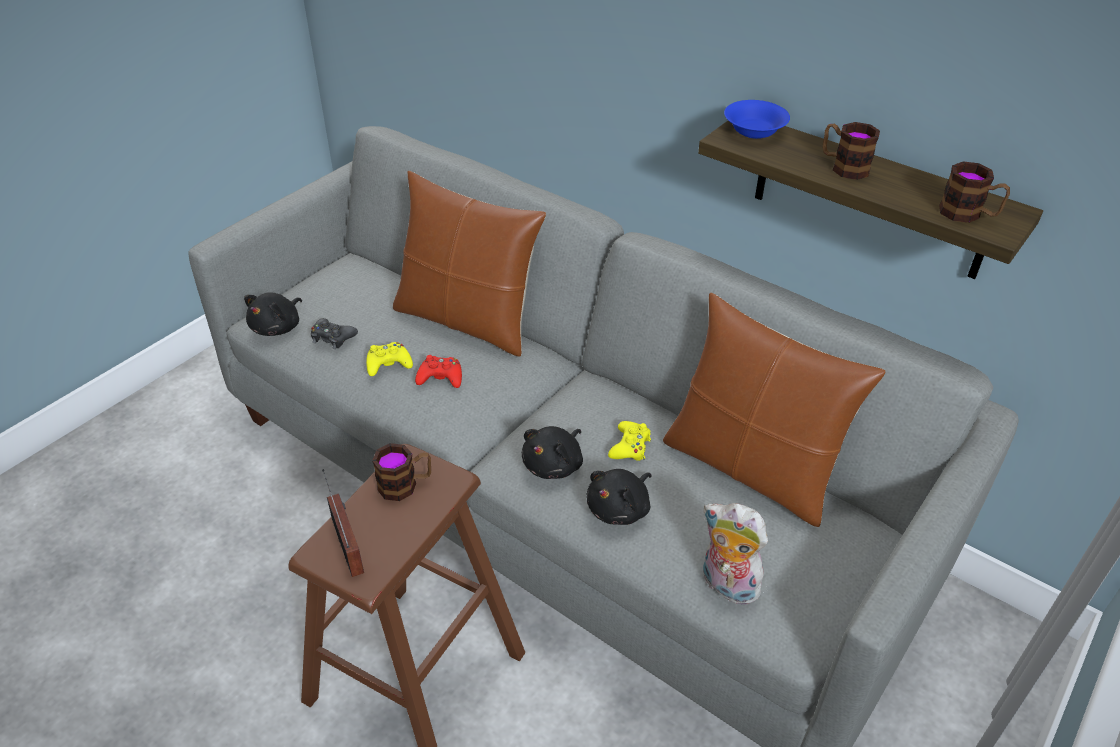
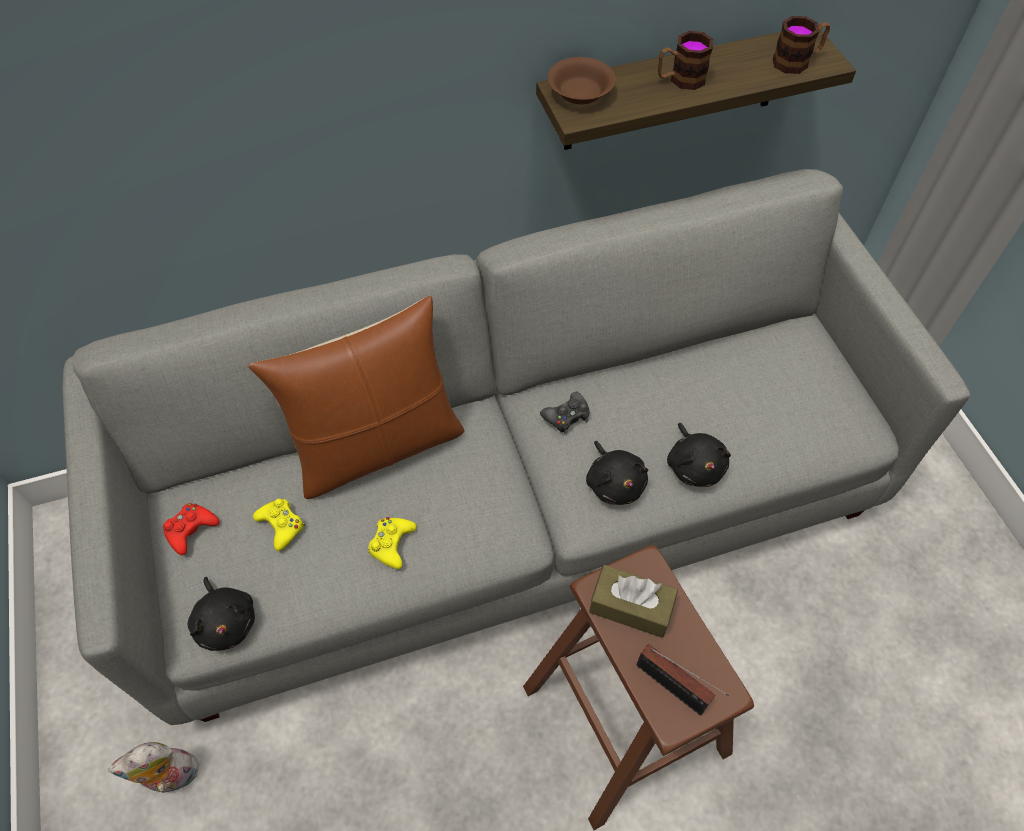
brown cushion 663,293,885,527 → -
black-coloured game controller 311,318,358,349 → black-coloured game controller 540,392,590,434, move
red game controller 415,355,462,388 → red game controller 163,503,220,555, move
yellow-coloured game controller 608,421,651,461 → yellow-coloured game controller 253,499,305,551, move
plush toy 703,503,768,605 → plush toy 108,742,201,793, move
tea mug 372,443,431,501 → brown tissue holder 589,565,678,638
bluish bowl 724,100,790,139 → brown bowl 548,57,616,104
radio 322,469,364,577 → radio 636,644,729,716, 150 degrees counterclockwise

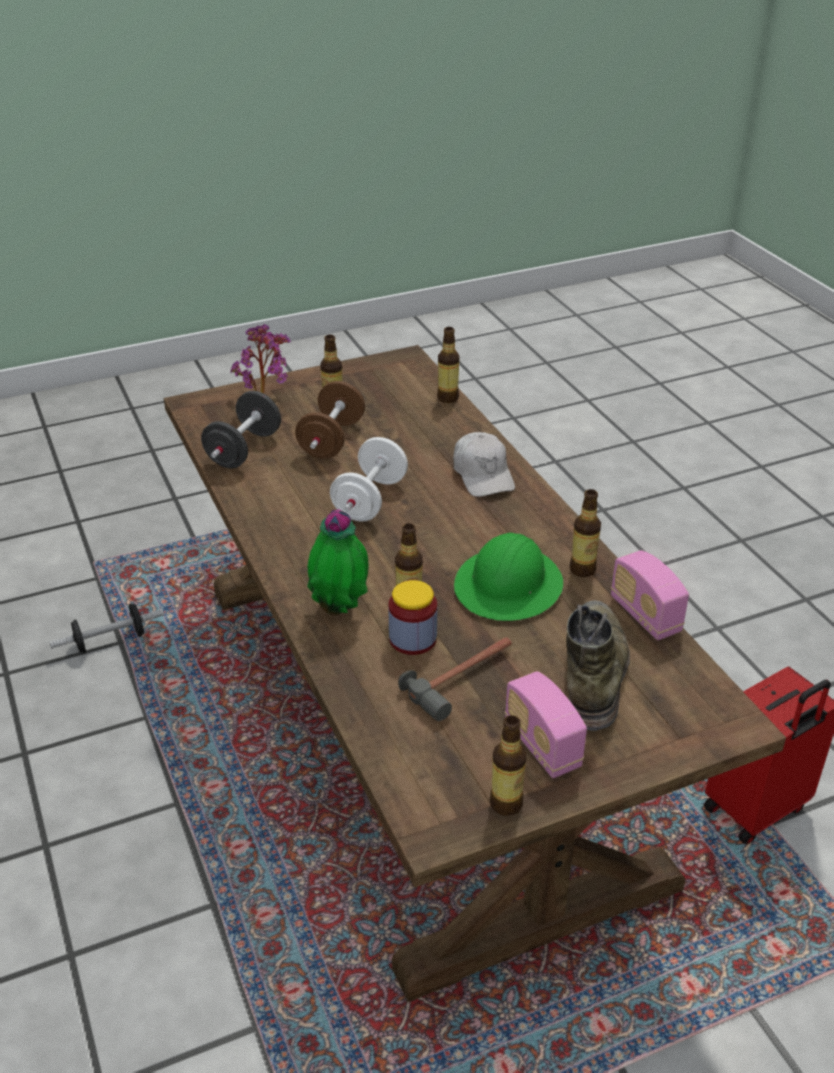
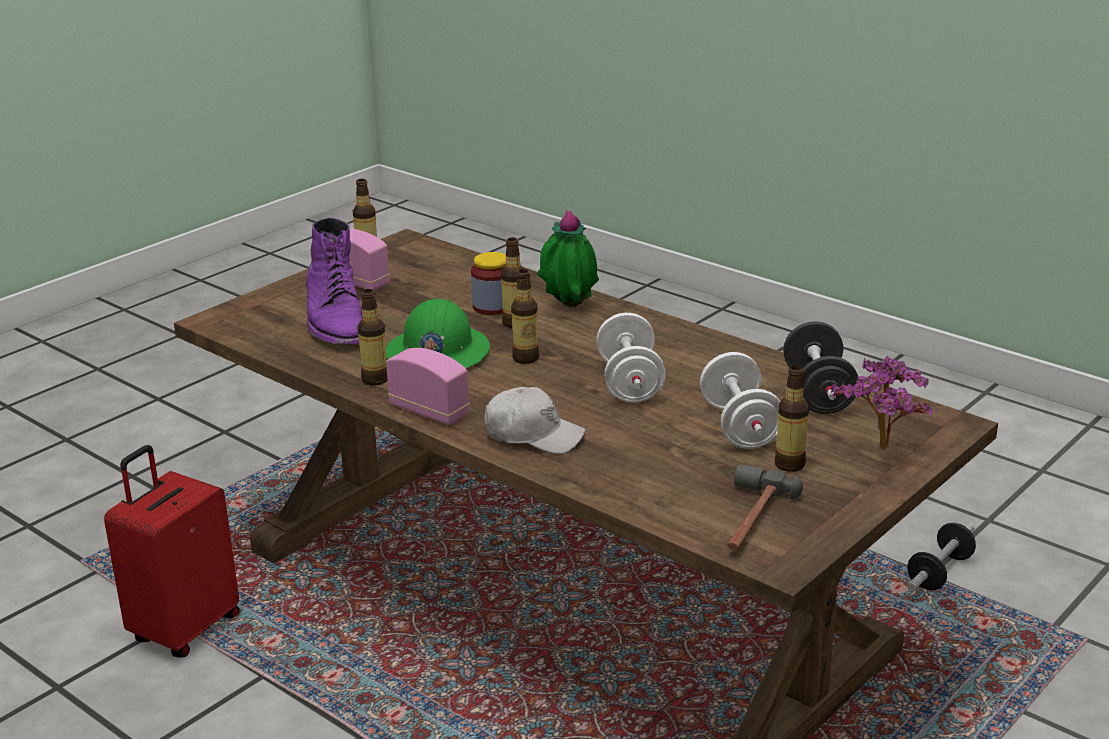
hand hammer 398,637,512,721 → hand hammer 727,464,803,550, move
drink bottle 437,327,459,403 → drink bottle 511,269,539,364, move
radio 611,550,689,640 → radio 386,348,470,425, move
brown dumbbell 295,381,365,459 → white dumbbell 700,352,780,449
green boot 566,600,630,731 → purple boot 306,217,363,344
white peaked cap 453,432,515,497 → white peaked cap 484,387,585,454, 150 degrees clockwise

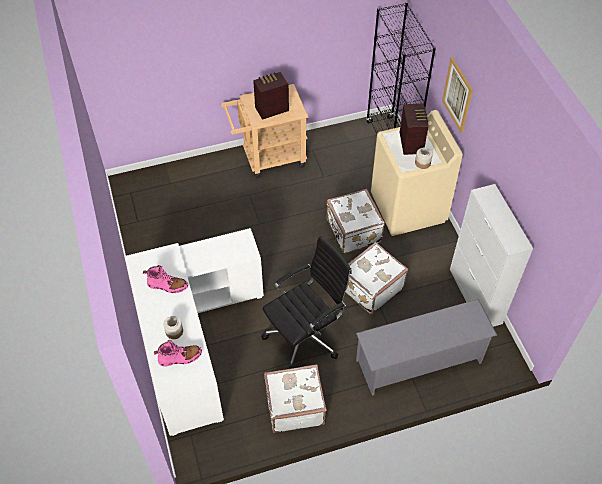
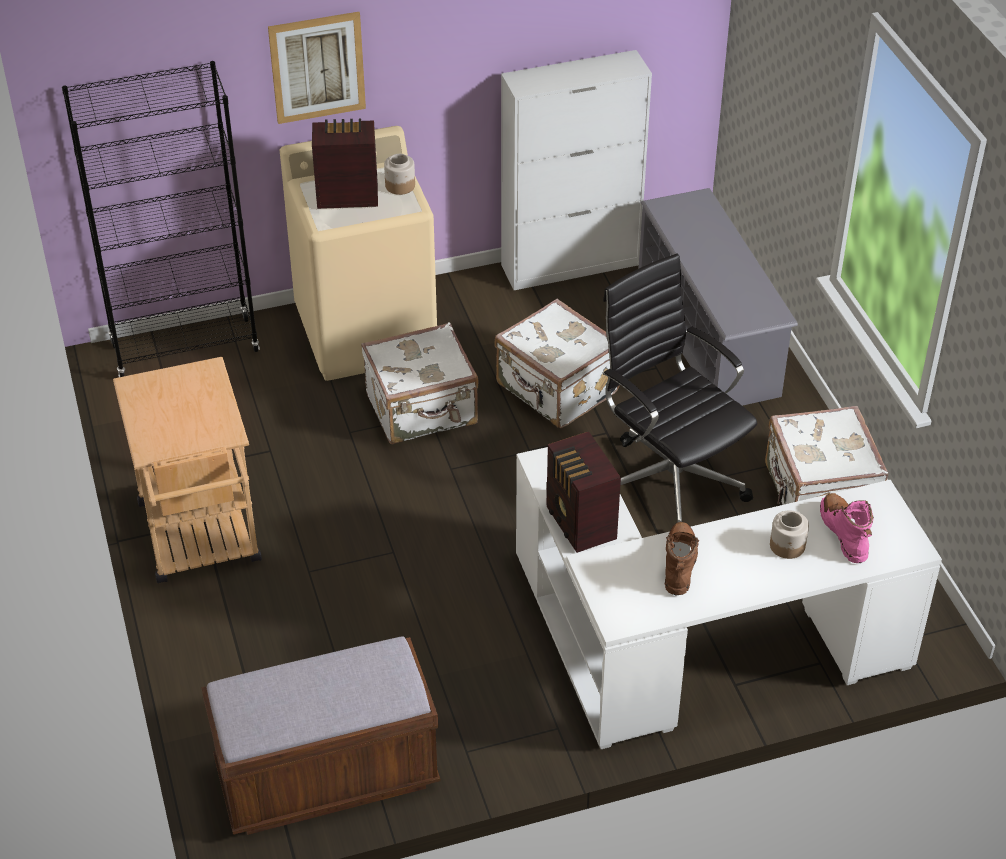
- → brown indoor bench 201,636,440,835
radio 253,72,289,120 → radio 546,431,621,553, move
pink boot 143,265,188,293 → brown boot 665,522,699,595

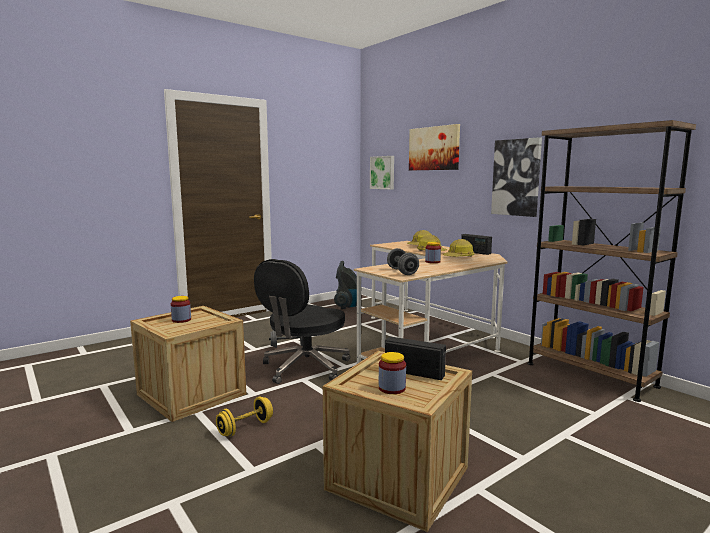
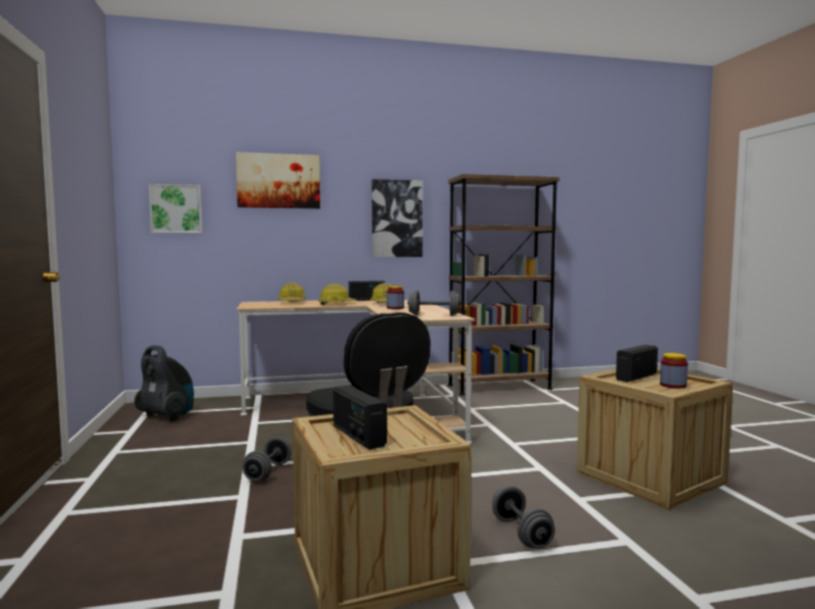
storage jar 171,296,191,323 → radio 333,385,387,450
yellow-coloured dumbbell 216,397,273,437 → grey dumbbell 492,486,555,548

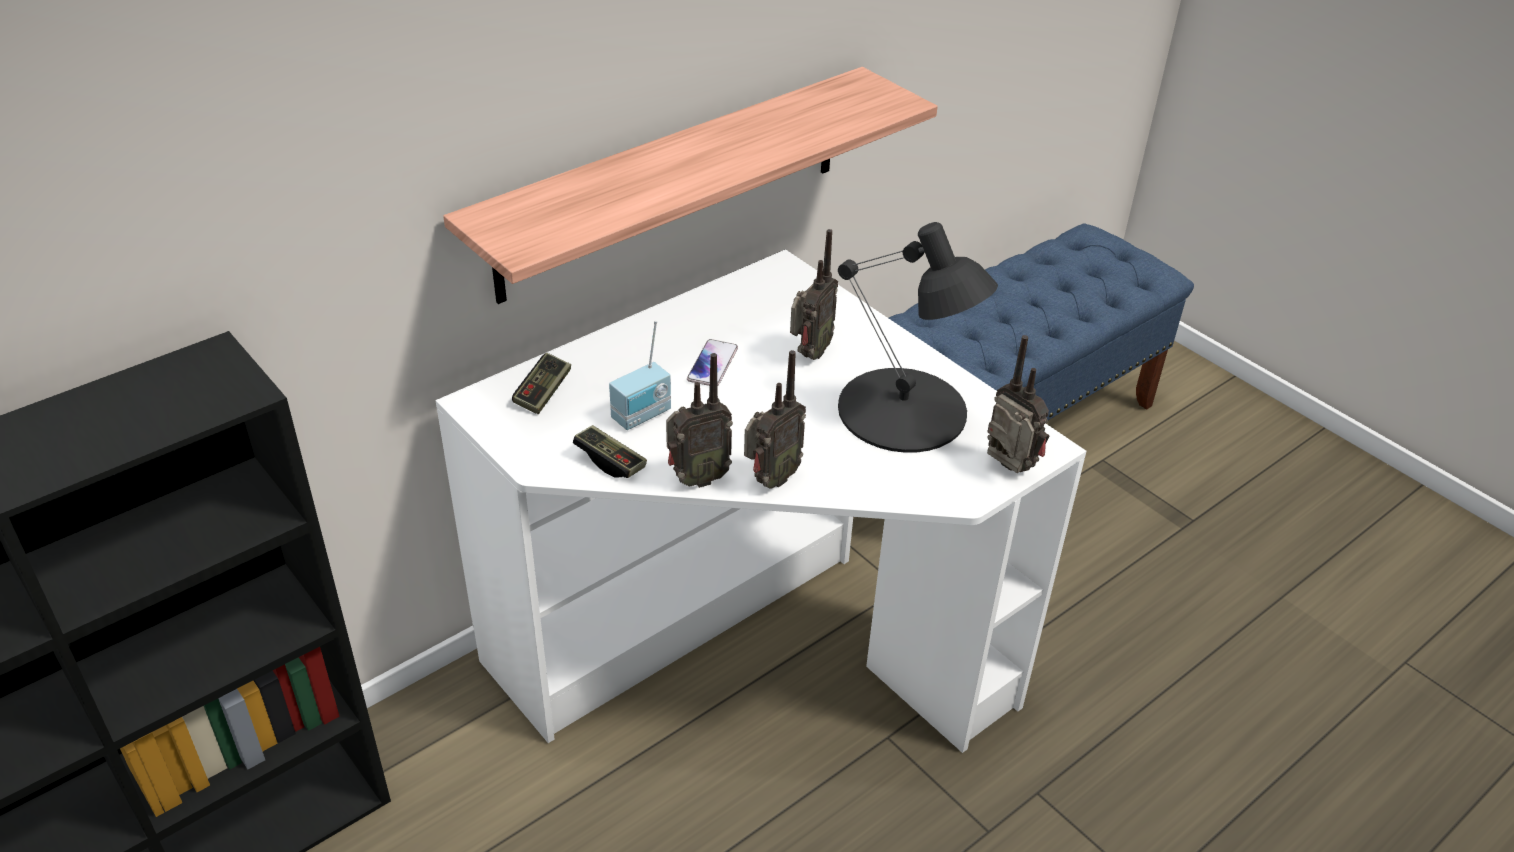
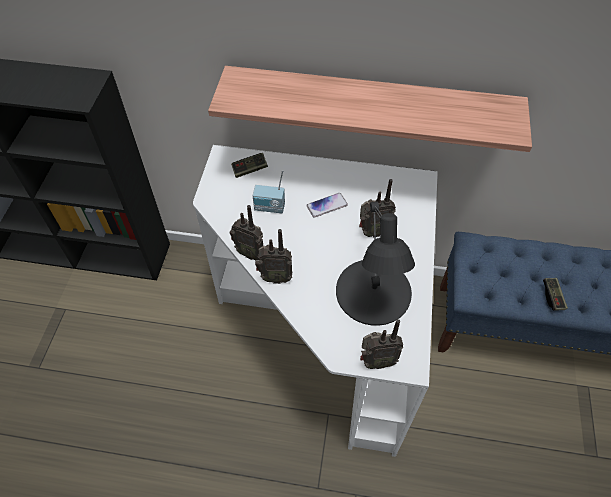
game controller 573,425,647,478 → game controller 543,278,568,311, move
radio 987,335,1050,473 → radio 360,319,403,369, 75 degrees clockwise

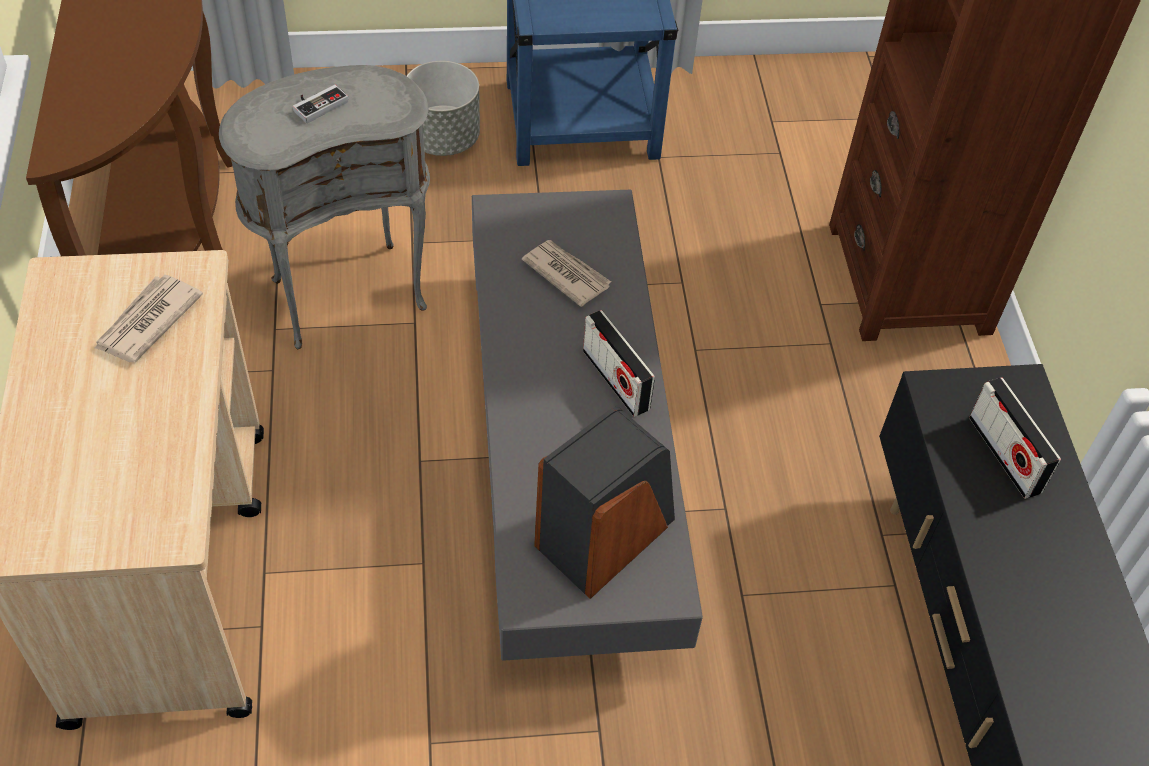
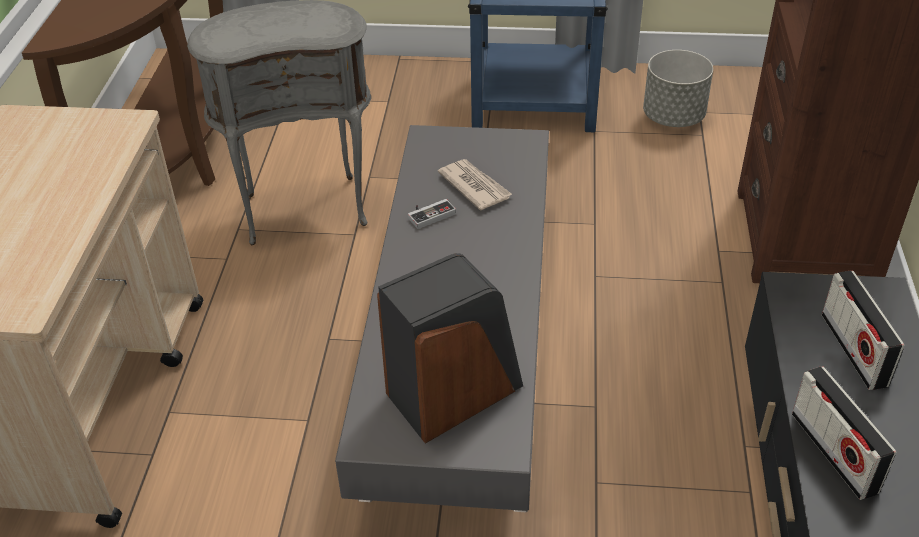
daily paper 94,275,203,362 → -
game controller 293,85,349,123 → game controller 408,199,456,229, move
grey flower pot 407,61,480,156 → grey flower pot 643,50,713,127, move
radio 583,310,655,417 → radio 792,366,896,500, move

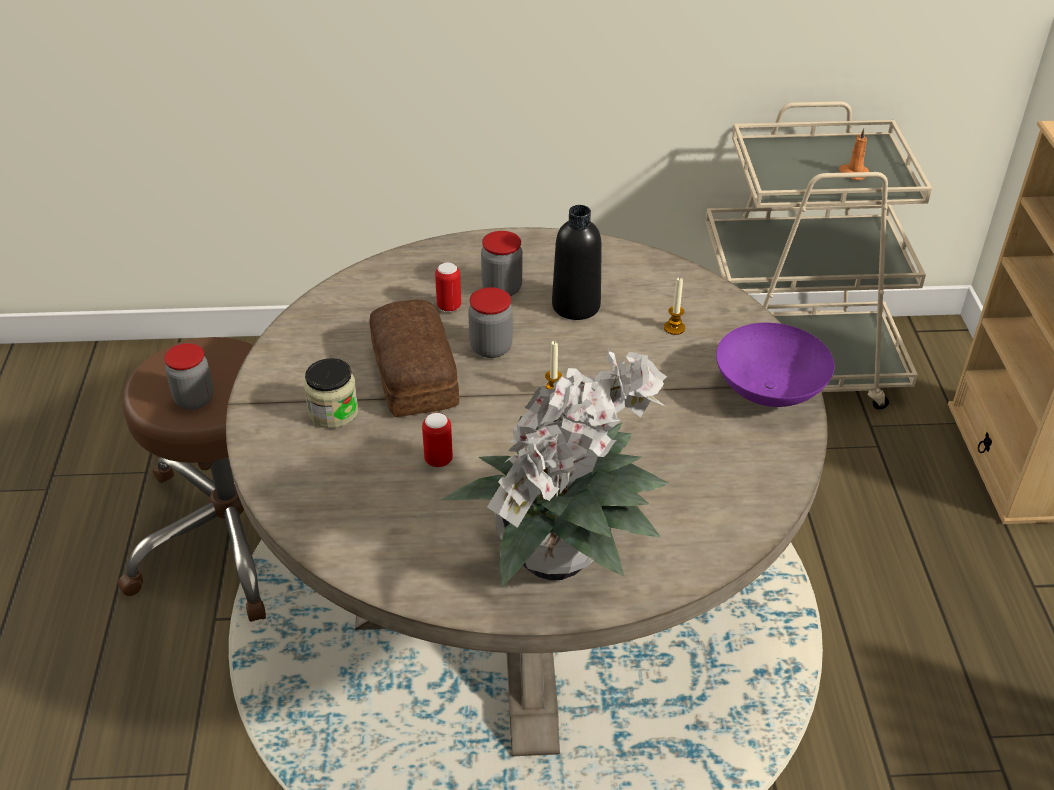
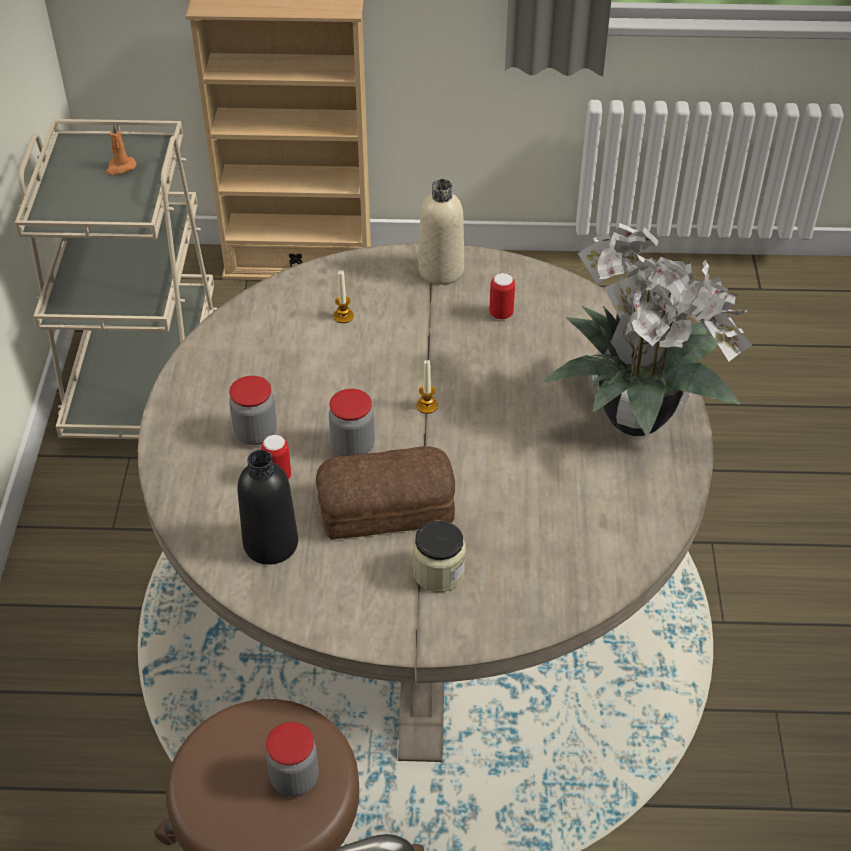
sealed can 422,413,453,467 → sealed can 489,273,515,320, move
black-coloured drink bottle 552,205,602,320 → black-coloured drink bottle 238,450,298,565, move
purple bowl 716,323,834,407 → beige-coloured drink bottle 418,179,464,285

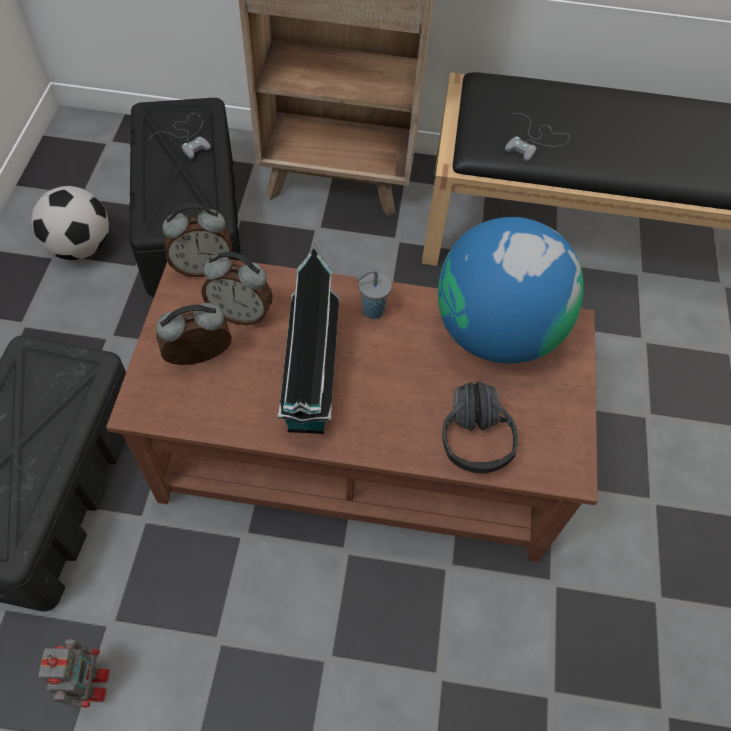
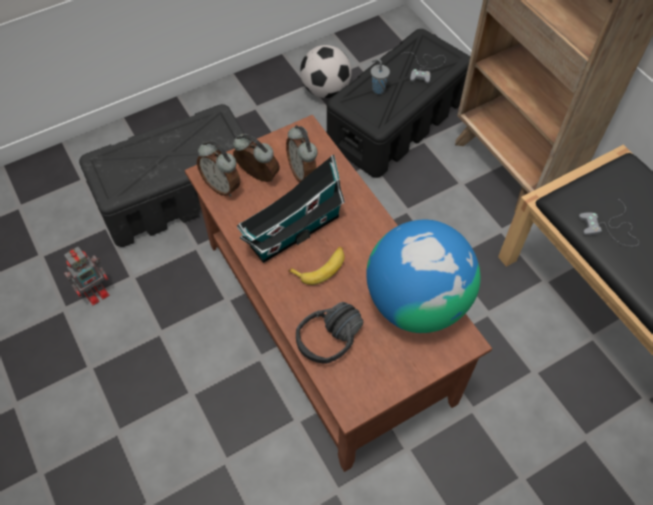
- → banana fruit 288,247,345,285
alarm clock 162,203,232,277 → alarm clock 197,141,240,197, move
grey cup 356,269,392,319 → grey cup 371,59,390,94, move

